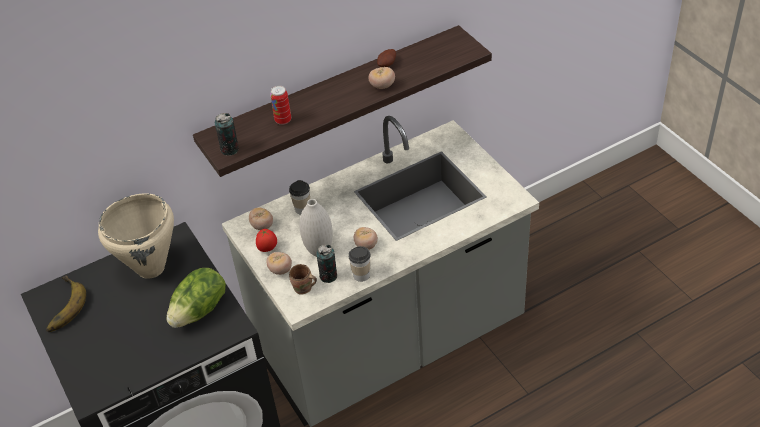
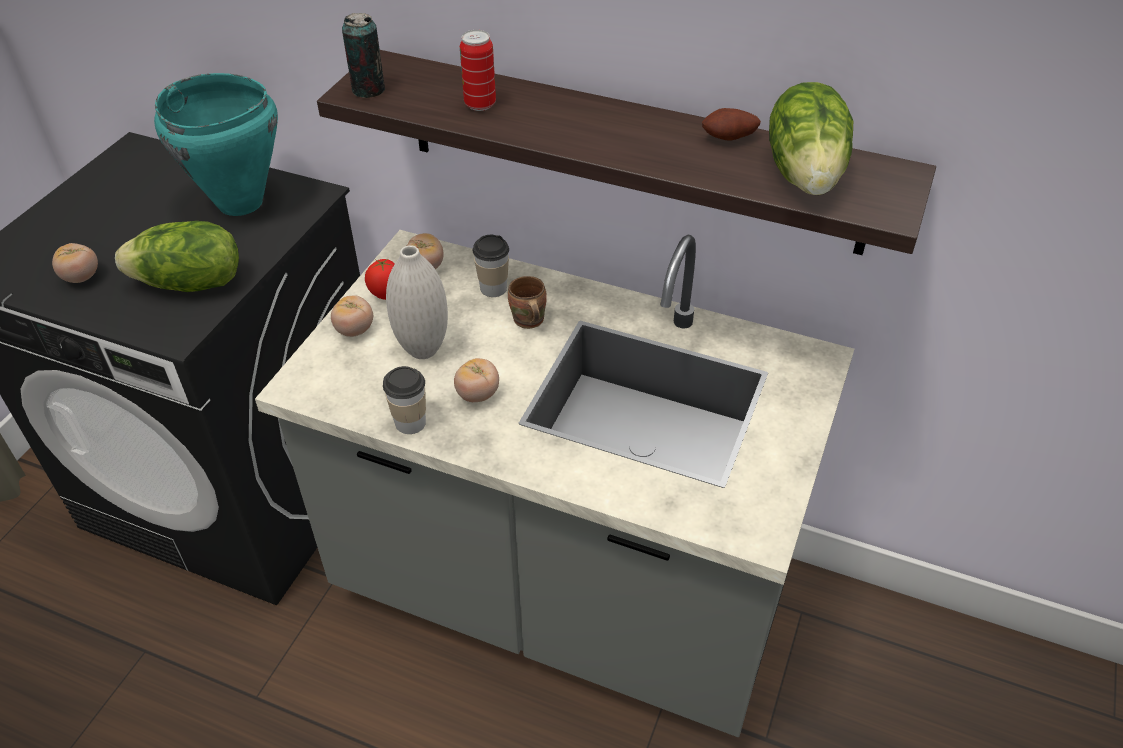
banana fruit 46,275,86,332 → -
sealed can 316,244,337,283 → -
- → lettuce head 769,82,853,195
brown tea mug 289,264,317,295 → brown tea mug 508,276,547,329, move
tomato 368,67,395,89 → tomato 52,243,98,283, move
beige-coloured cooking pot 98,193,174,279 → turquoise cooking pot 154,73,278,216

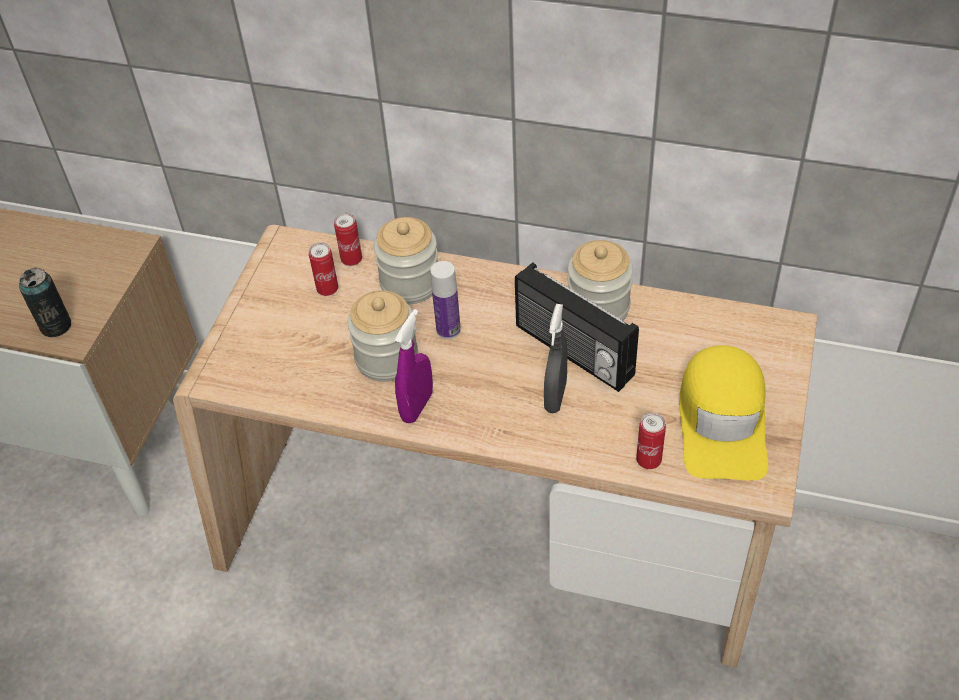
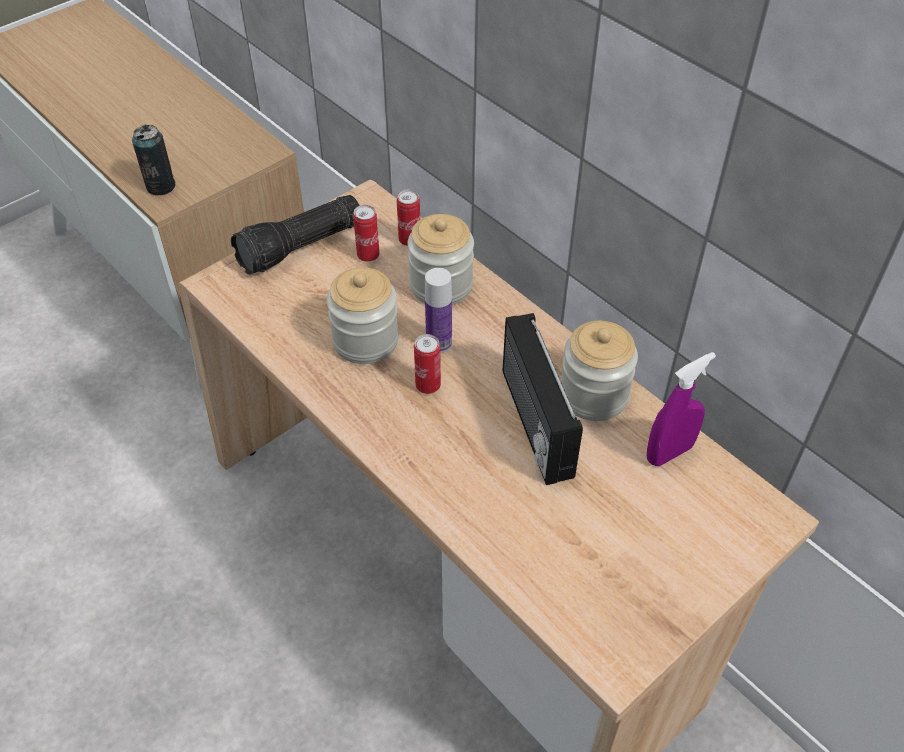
grey sprayer 544,304,567,413 → -
yellow-coloured peaked cap 679,345,768,481 → -
- → torch 231,195,360,275
purple sprayer 395,309,433,423 → purple sprayer 647,352,716,466, move
sealed can 636,413,666,469 → sealed can 414,334,441,394, move

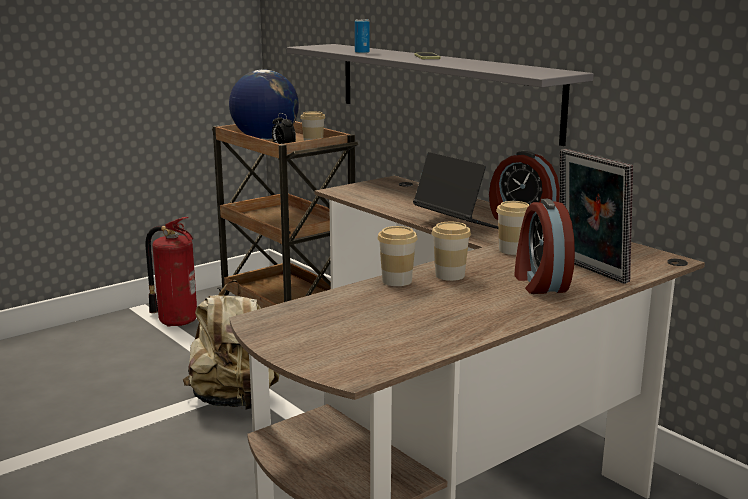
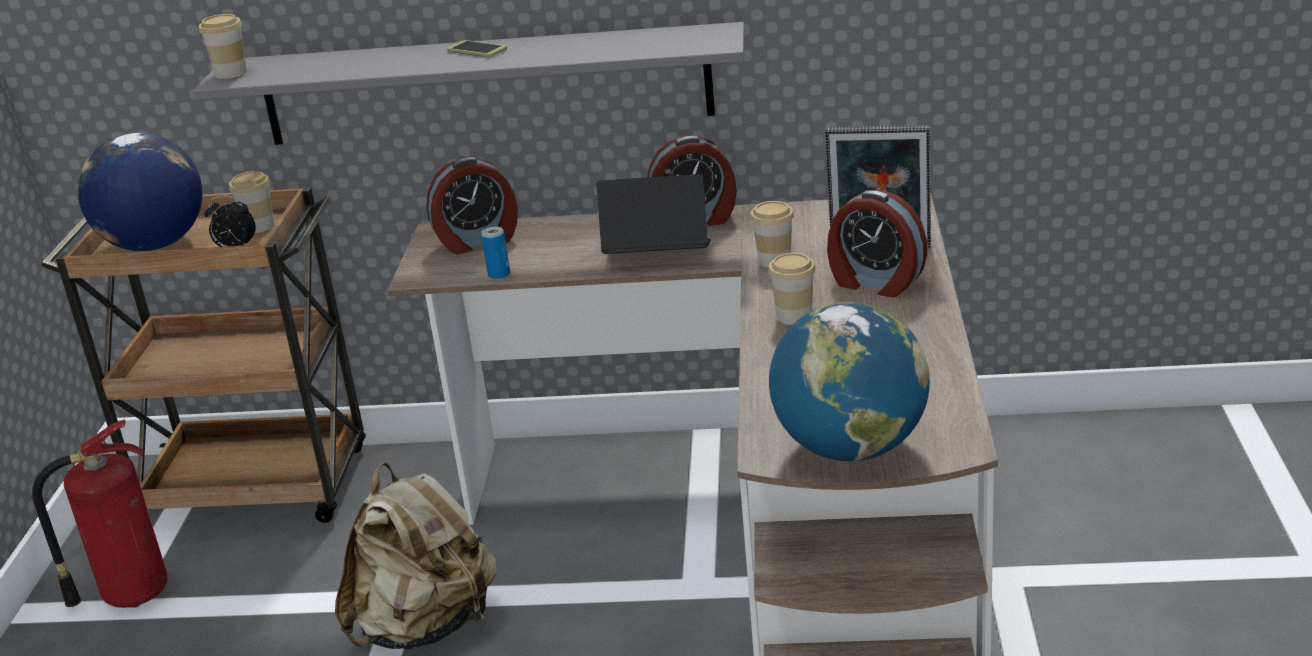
- → alarm clock 426,157,518,254
- → globe 769,302,930,461
sealed can 355,19,370,53 → sealed can 481,227,510,280, move
cup 377,226,418,286 → cup 199,14,247,79, move

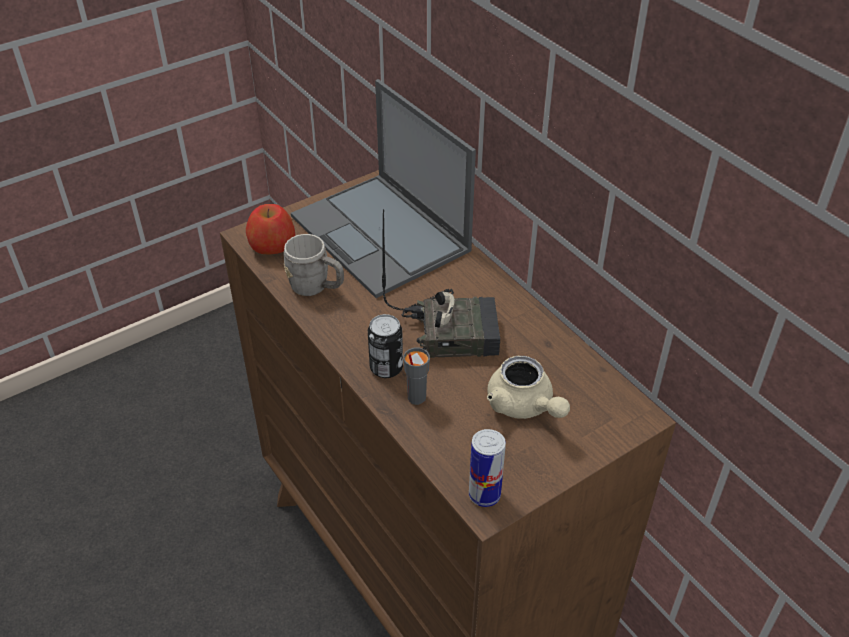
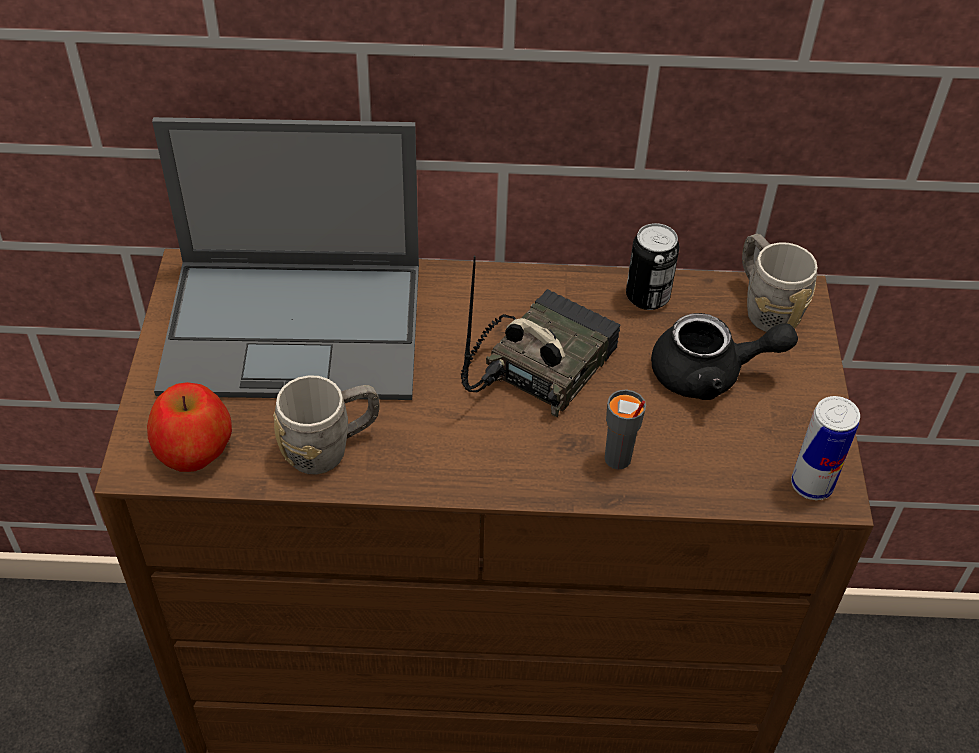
- → grey tea mug 742,234,818,332
sealed can 368,314,403,378 → sealed can 626,223,679,310, move
beige-coloured tea pot 487,356,570,419 → black-coloured tea pot 651,313,798,400

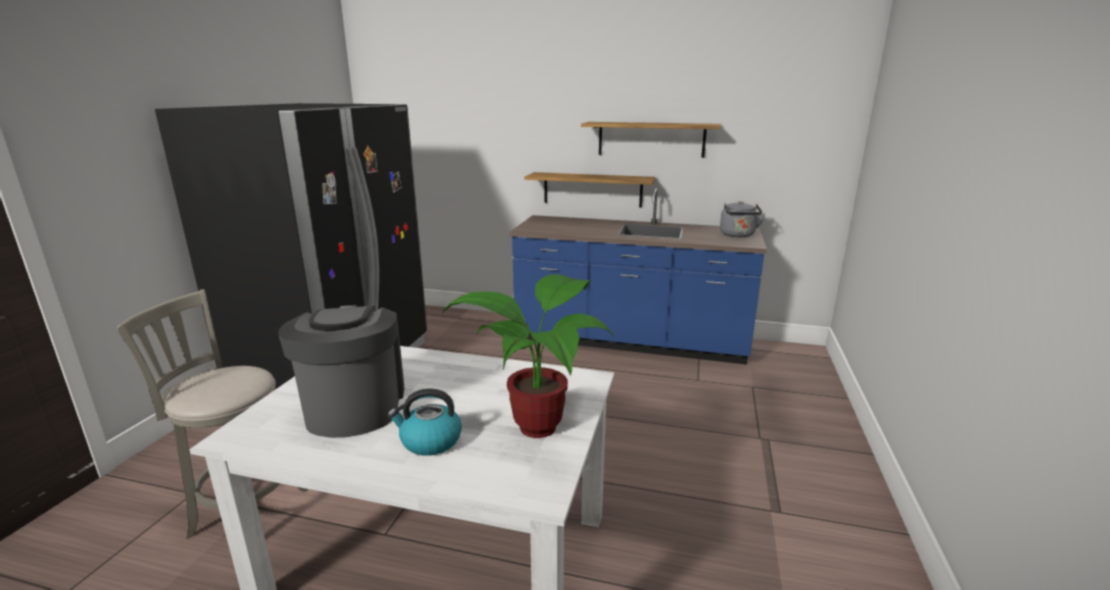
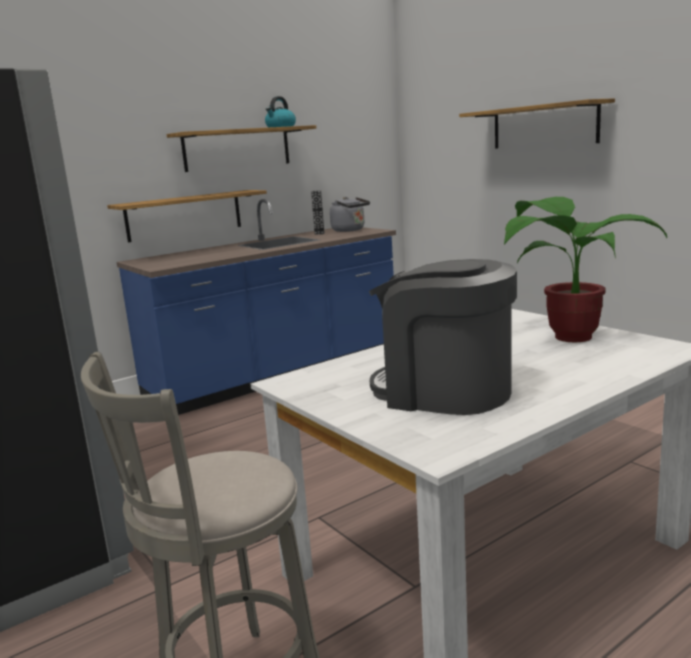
- → vase 311,190,325,235
- → wall shelf 459,98,615,149
tea kettle 387,389,462,456 → tea kettle 265,96,296,127, move

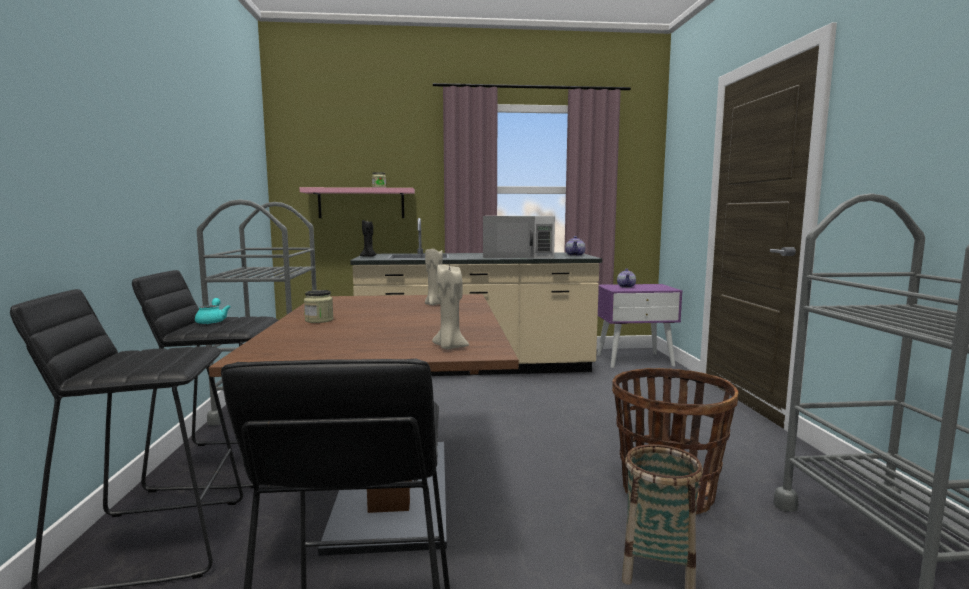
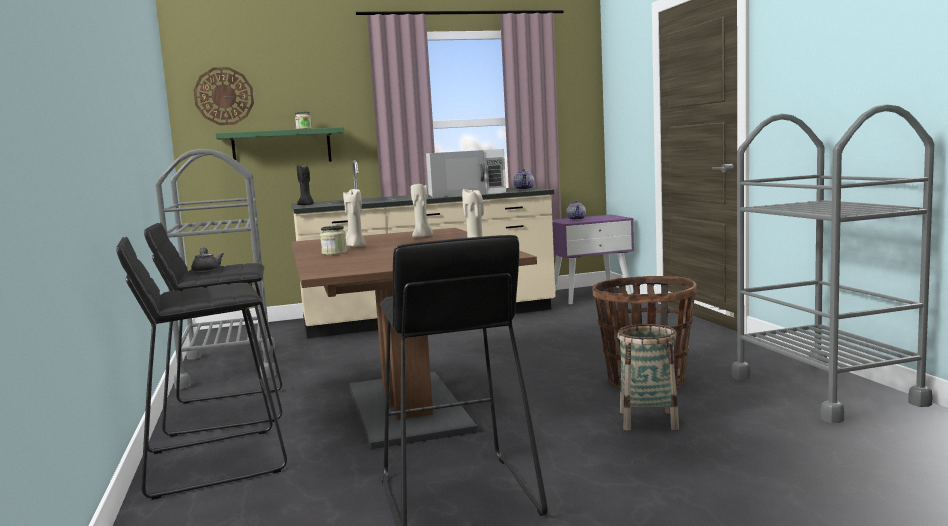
- → wall clock 193,67,254,125
- → beige-coloured candle 343,189,366,247
turquoise tea pot 195,298,231,324 → grey tea pot 191,247,224,272
pink wall shelf 300,187,415,218 → green wall shelf 215,127,344,162

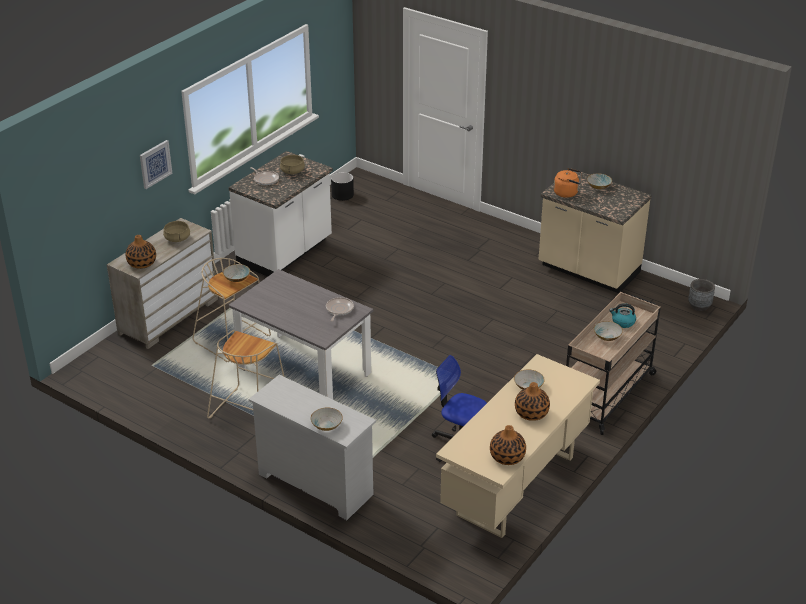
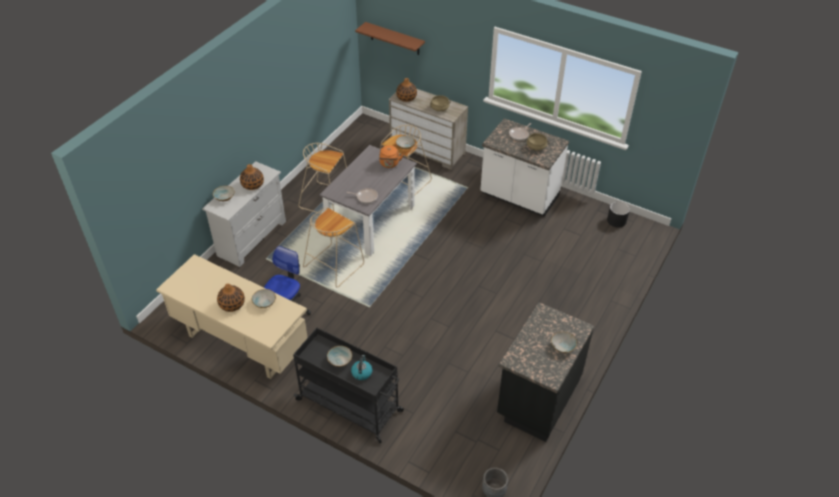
picture 140,140,172,189 → -
- → beige-coloured stool seat 303,207,364,287
- → brown wall shelf 355,22,425,55
vase 490,425,526,465 → vase 240,164,264,190, move
orange-coloured tea kettle 554,168,581,198 → orange-coloured tea kettle 379,145,403,168, move
beige-coloured kitchen counter 538,171,652,293 → black-coloured kitchen counter 497,302,594,442
beige-coloured trolley 566,292,661,435 → black-coloured trolley 293,328,404,443

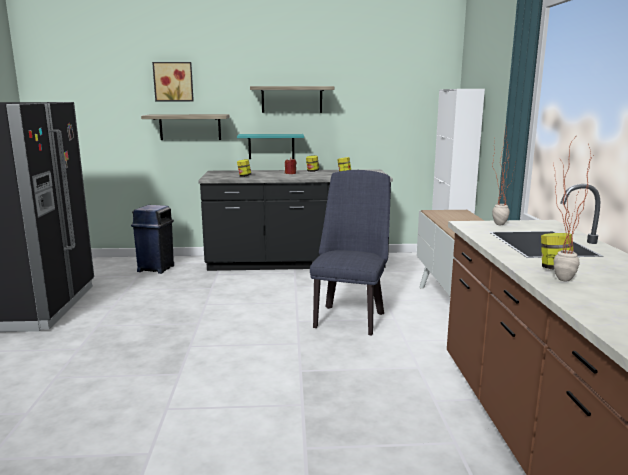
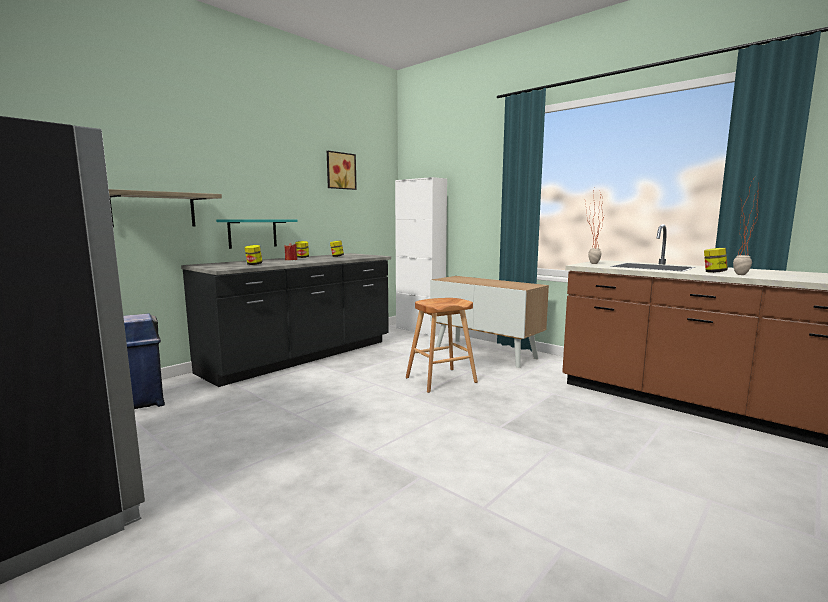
wall shelf 250,86,334,113 → -
picture 152,62,194,101 → picture 327,151,357,190, move
bluish upright chair 310,170,390,335 → brown stool seat 406,298,478,393

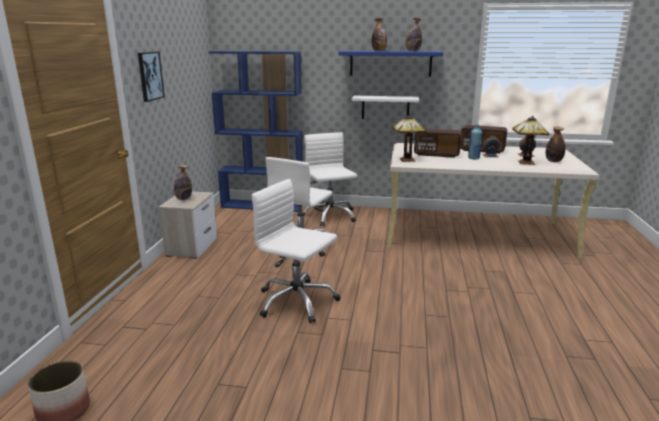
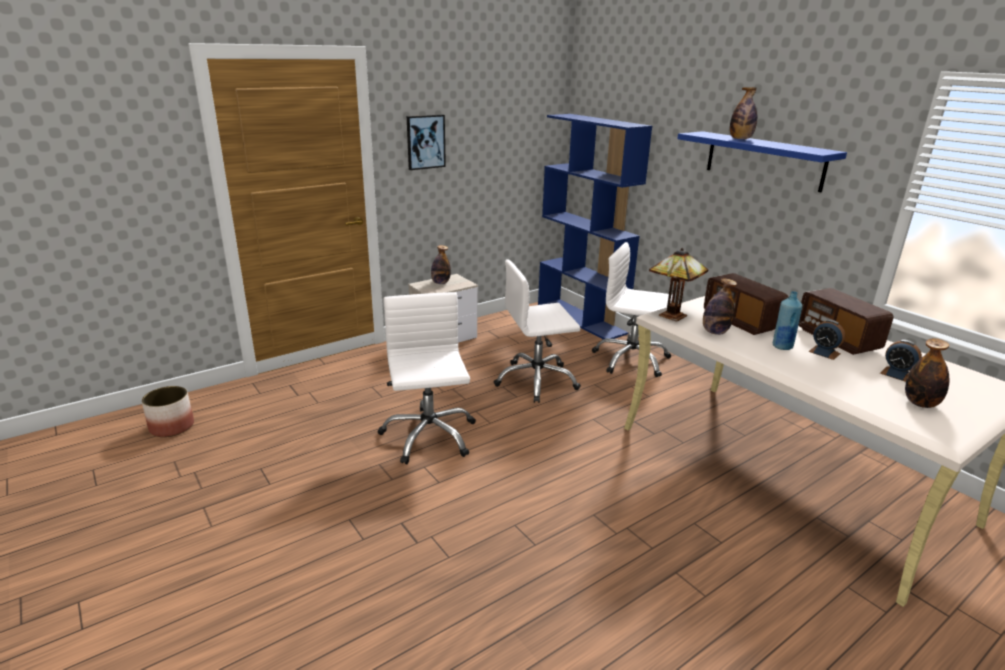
white wall shelf 351,96,419,119 → -
lamp for a table 512,116,549,165 → -
drink bottle 406,18,422,51 → drink bottle 703,278,737,335, move
white desk chair 302,132,357,226 → white desk chair 592,242,673,377, 90 degrees counterclockwise

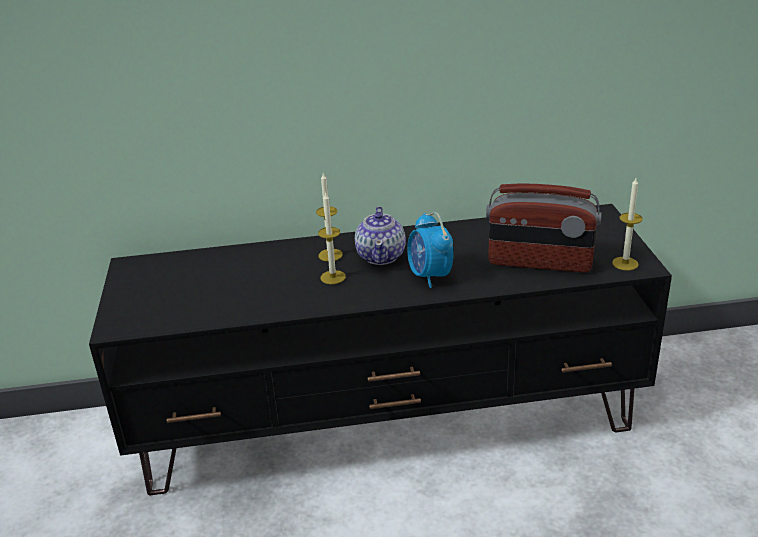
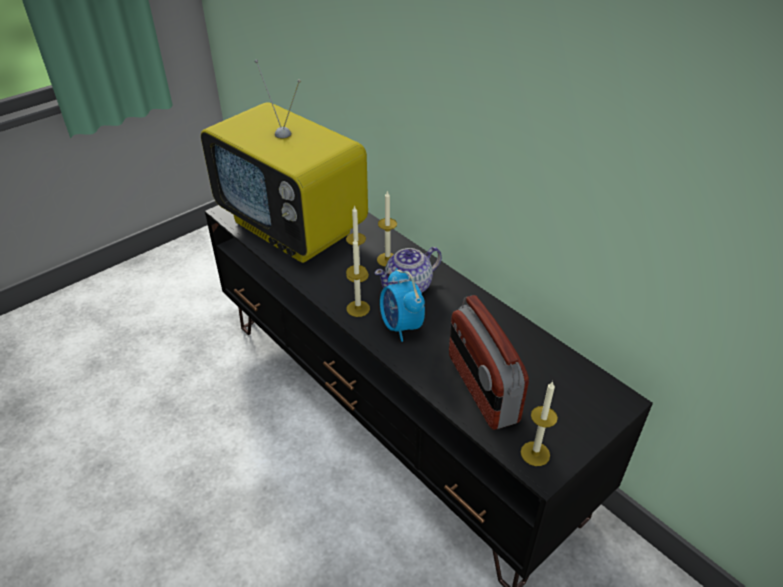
- → television 201,59,368,263
- → candle 346,238,370,317
alarm clock 407,212,454,288 → alarm clock 380,268,425,342, 60 degrees counterclockwise

